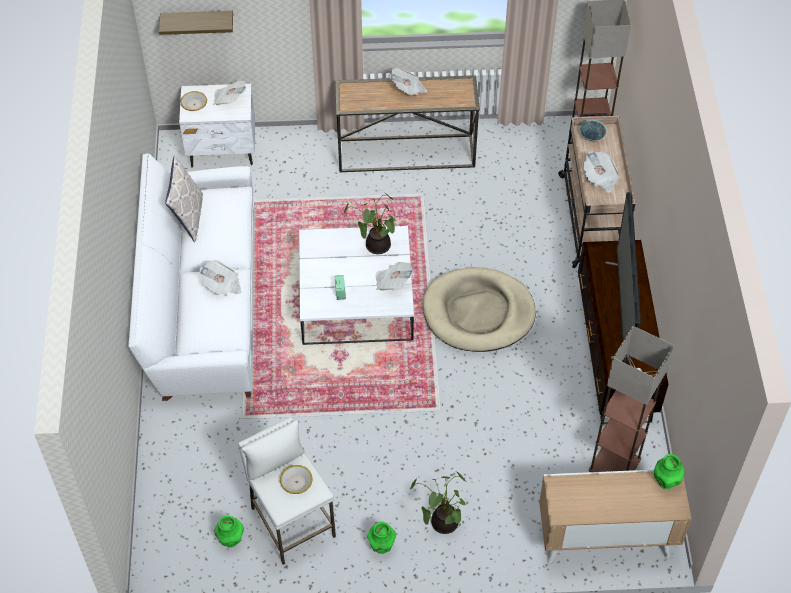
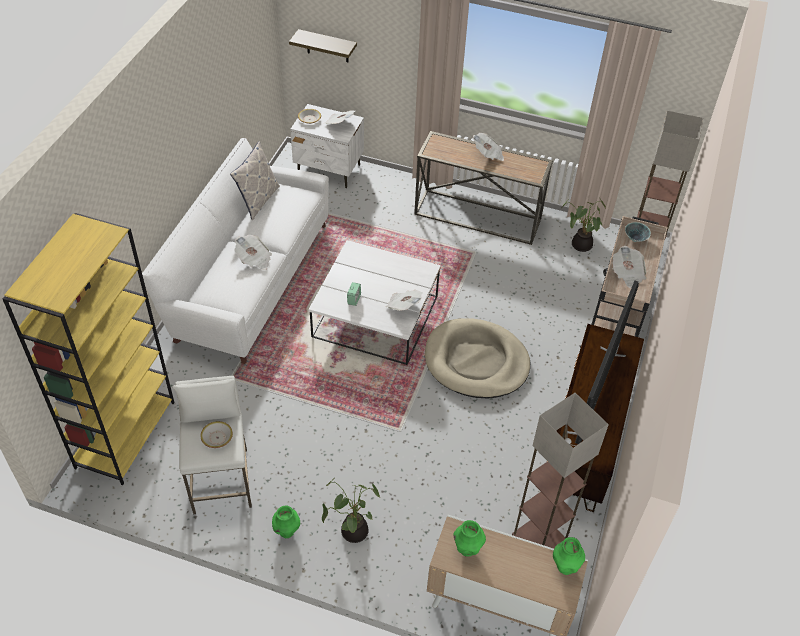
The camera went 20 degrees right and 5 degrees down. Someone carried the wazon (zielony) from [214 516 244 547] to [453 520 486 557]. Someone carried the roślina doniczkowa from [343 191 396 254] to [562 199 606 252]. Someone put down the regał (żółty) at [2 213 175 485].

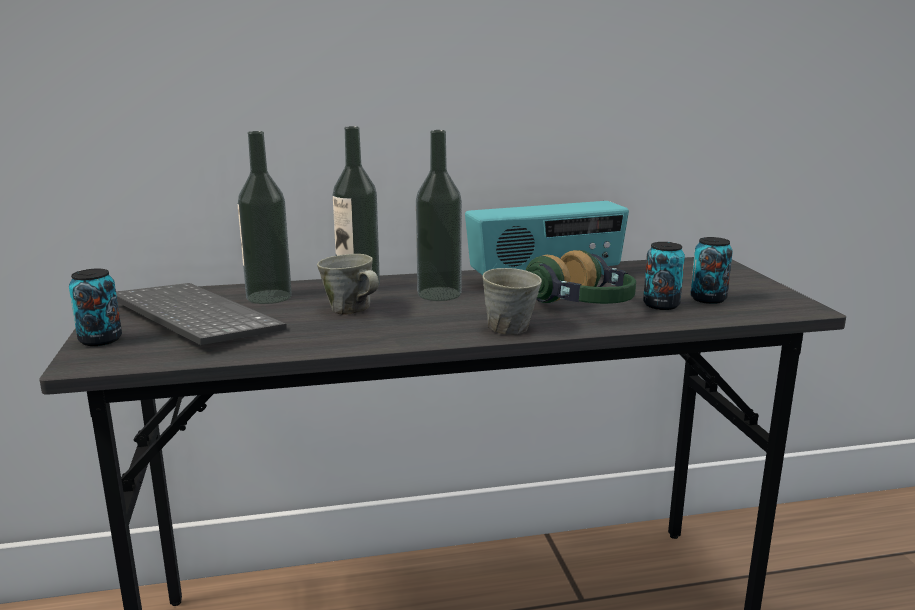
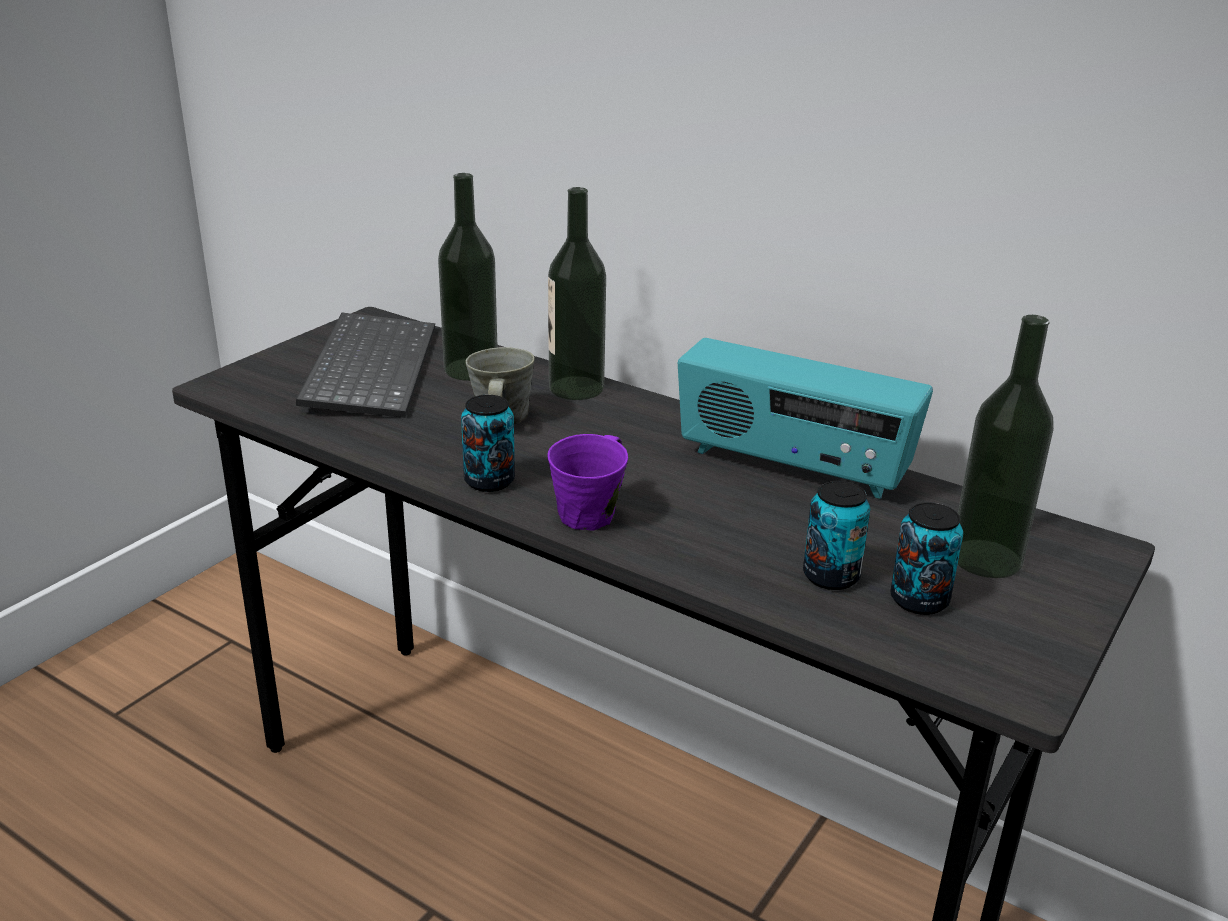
The camera went 45 degrees right and 10 degrees up. Someone carried the puszka from [69 269 122 346] to [461 395 515 492]. Someone carried the butelka from [416 130 462 301] to [958 315 1054 578]. Someone repainted the kubek (szary) at [482 268 542 335], which became the kubek (fioletowy) at [547 434 628 531]. Someone took away the słuchawki at [526 250 636 304].

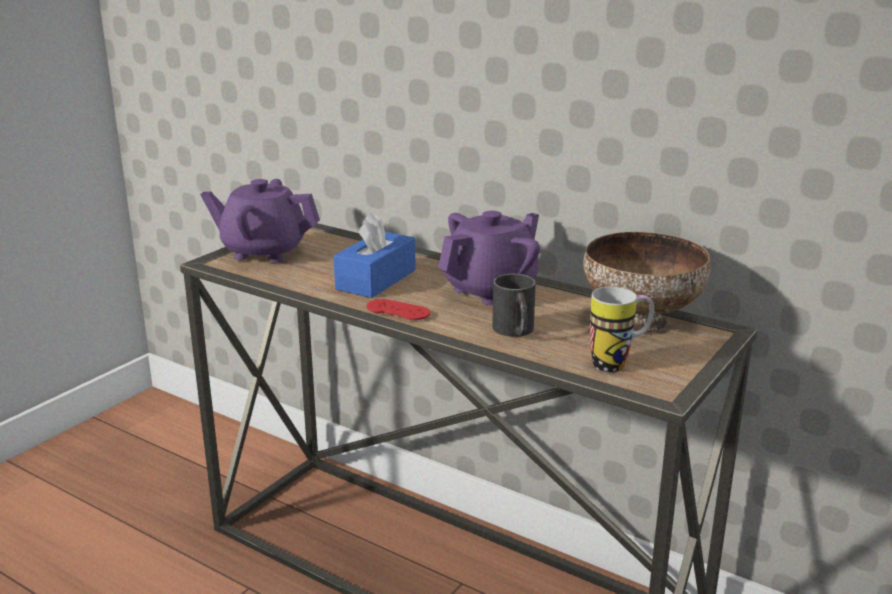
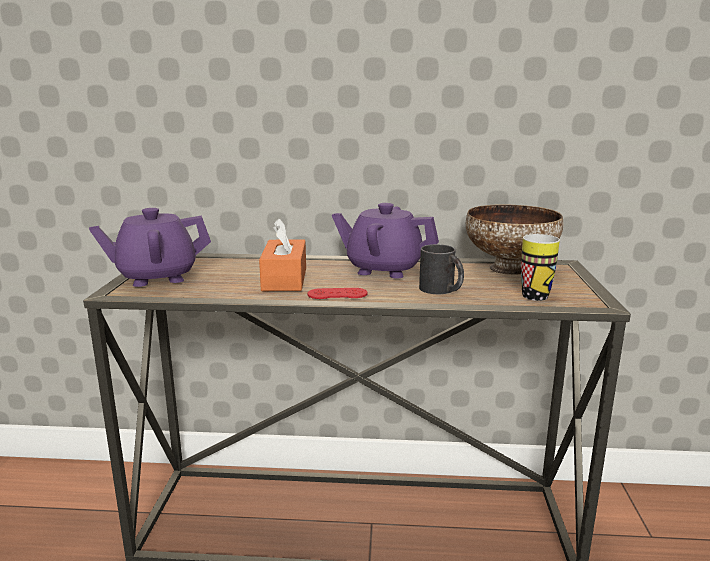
The camera went 30 degrees left and 5 degrees down. Someone repainted the pudełko chusteczek (niebieski) at [333 212 416 298], which became the pudełko chusteczek (pomarańczowy) at [259 218 306 291]. Someone rotated the imbryk (fioletowy) at [438 211 540 305] by 90 degrees counterclockwise.

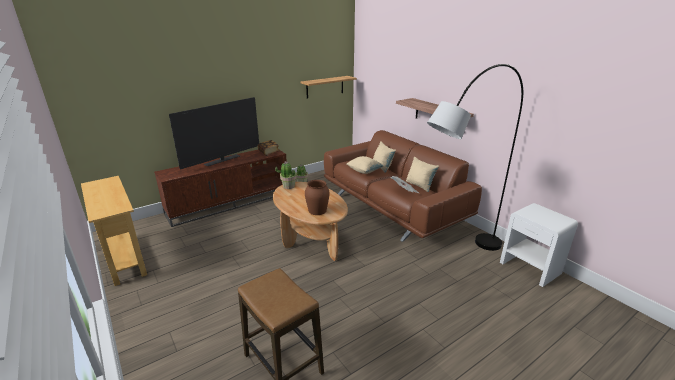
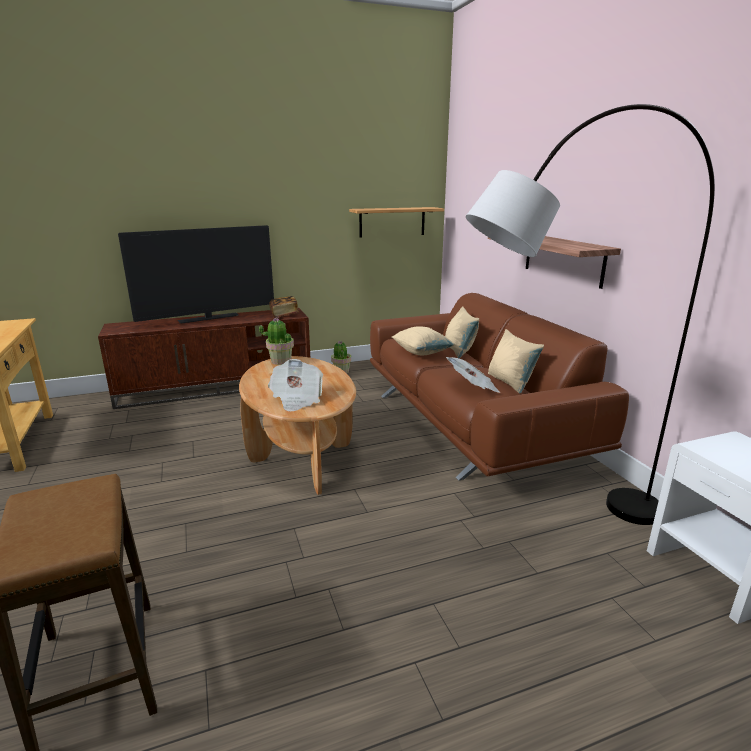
The camera went 15 degrees right and 5 degrees down. Someone swapped the wazon (brązowy) at [305 180 330 215] for the gazeta at [268 359 323 412].

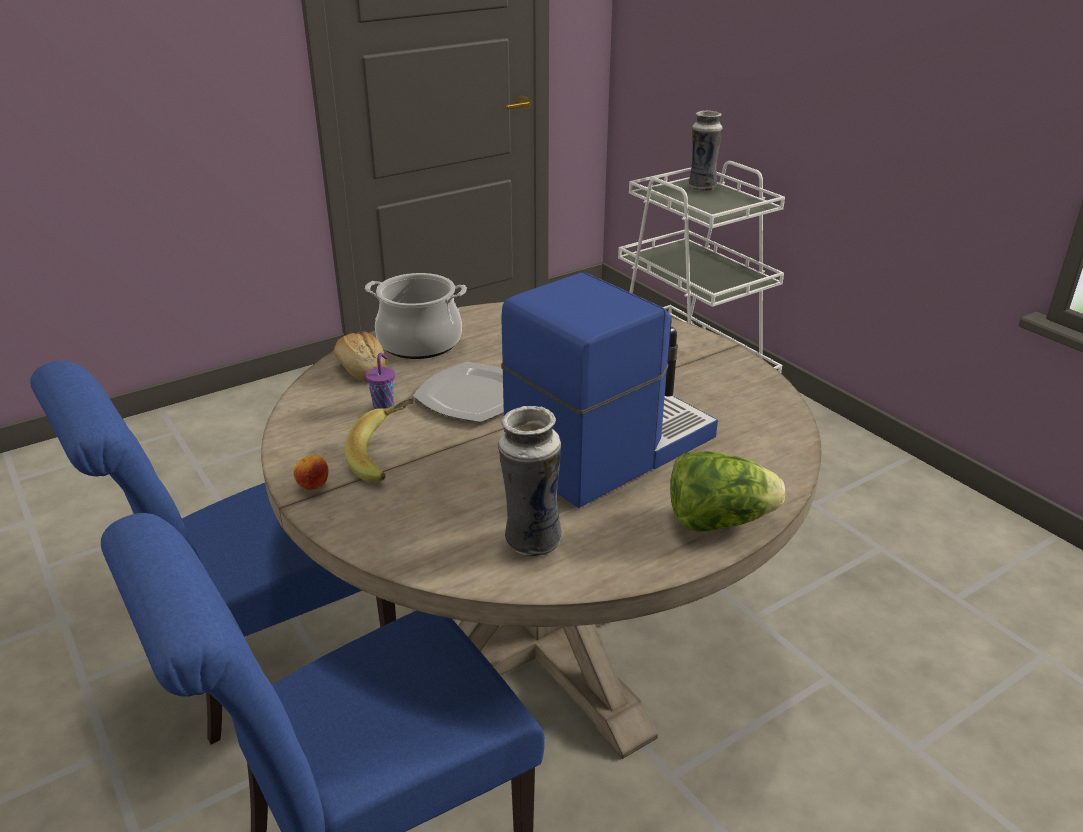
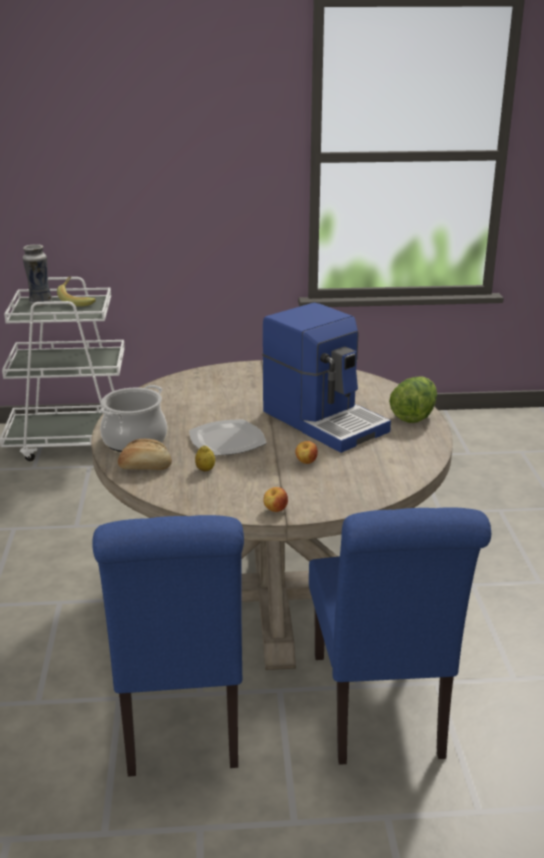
The camera went 60 degrees left and 5 degrees down. Someone carried the banan from [345 398 415 483] to [57 276 96 307]. Someone swapped the filiżanka (fioletowy) at [365 353 395 409] for the cytryna at [195 446 215 471]. Someone took away the wazon at [498 406 562 556]. Someone rotated the ekspres do kawy at [501 272 718 508] by 150 degrees clockwise. Someone put down the jabłko at [295 441 318 464].

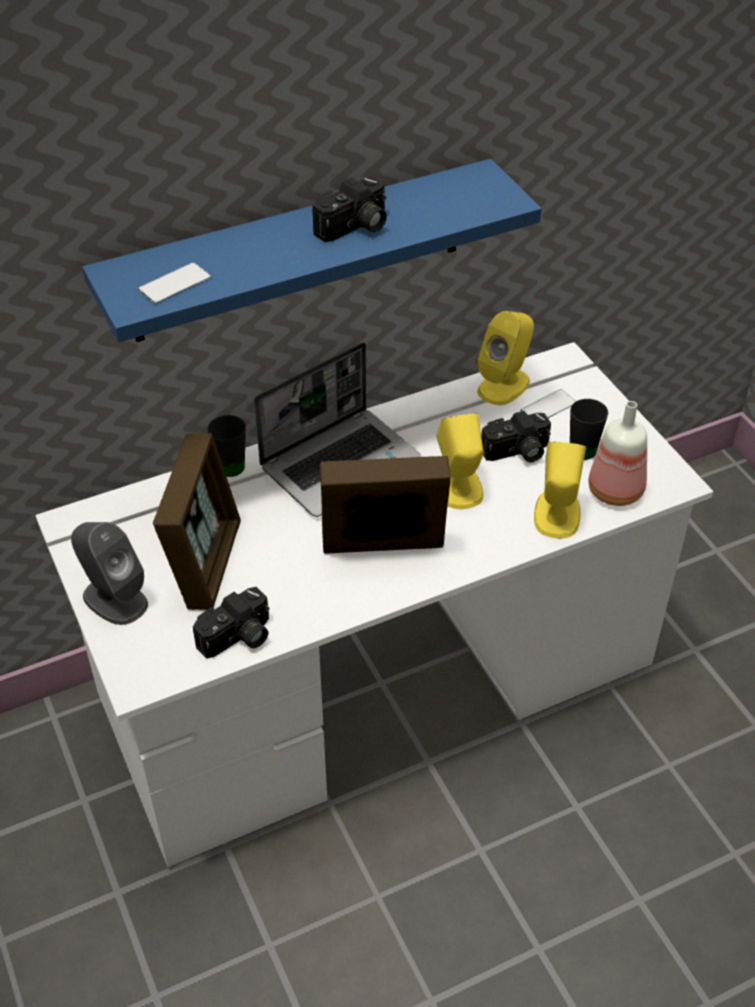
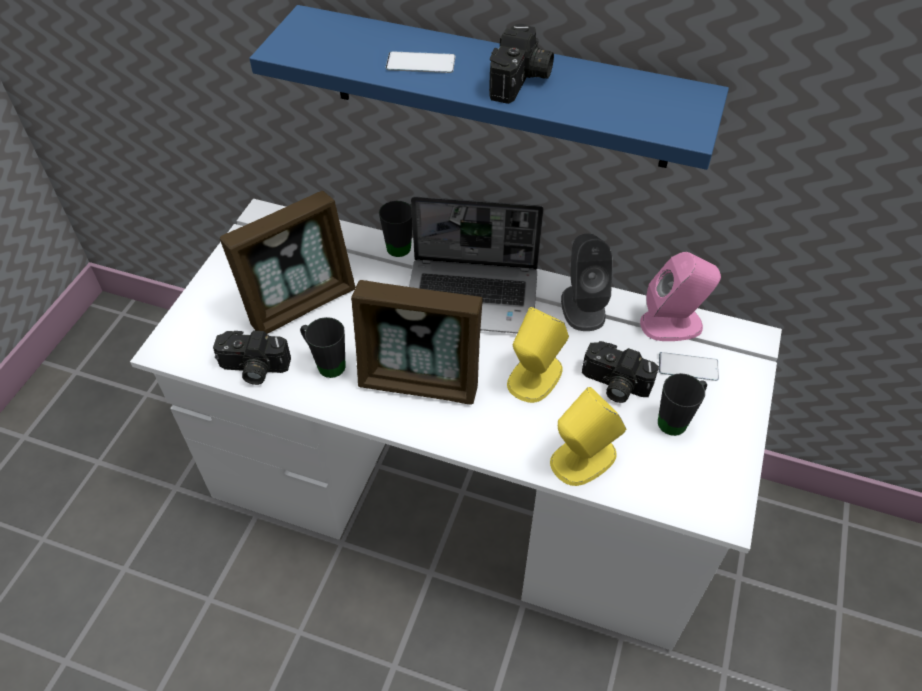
The camera went 45 degrees right and 5 degrees up. Someone carried the głośnik (szary) from [71 522 148 625] to [561 233 613 331]. Someone carried the telefon from [138 263 211 304] to [385 51 455 73]. Someone rotated the aparat fotograficzny at [312 177 387 242] by 75 degrees counterclockwise. Someone rotated the ramka na zdjęcie at [320 456 451 554] by 150 degrees clockwise. Someone repainted the głośnik (żółty) at [477 311 534 405], which became the głośnik (różowy) at [640 252 721 341]. Someone took away the butelka at [588 401 647 506]. Someone put down the kubek (czarny) at [300 317 346 378].

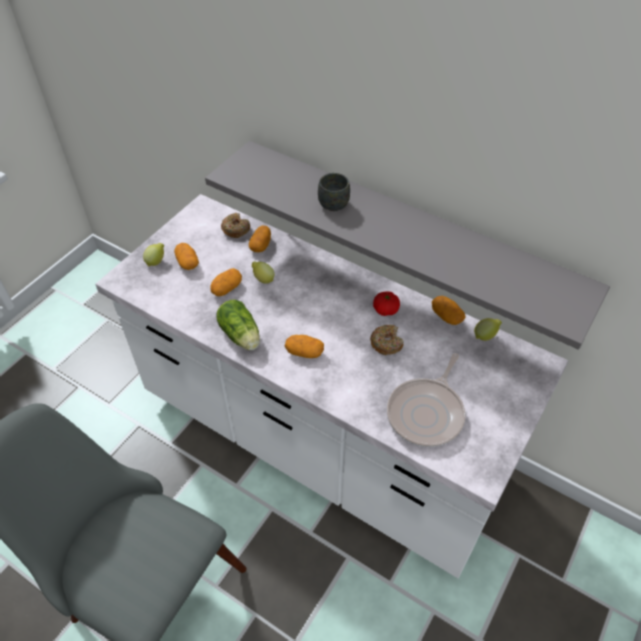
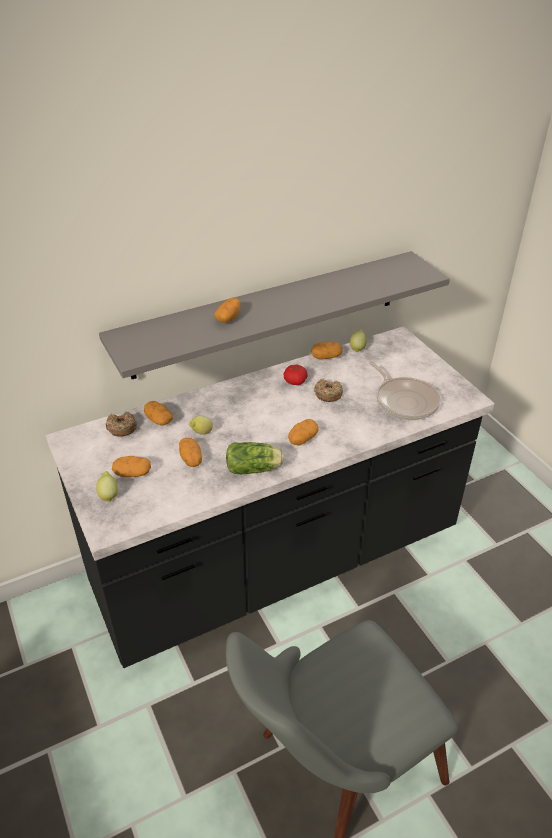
The camera went 60 degrees left and 10 degrees down. Someone repainted the zabudowa kuchenna (biały) at [95 194 568 578], which became the zabudowa kuchenna (czarny) at [46 326 495 668]. Someone swapped the kubek (szary) at [318 173 350 211] for the ziemniak at [214 297 241 322].

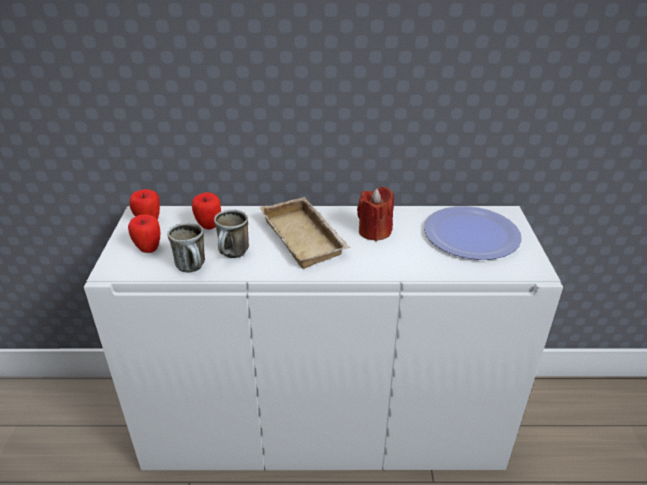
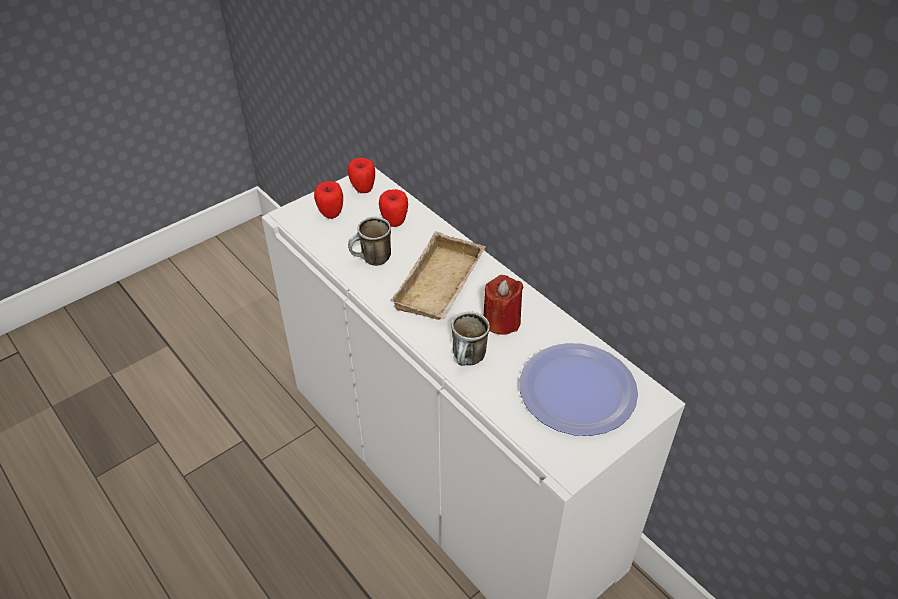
The camera went 50 degrees right and 10 degrees up. Someone carried the kubek from [167 222 205 273] to [452 312 490 366].

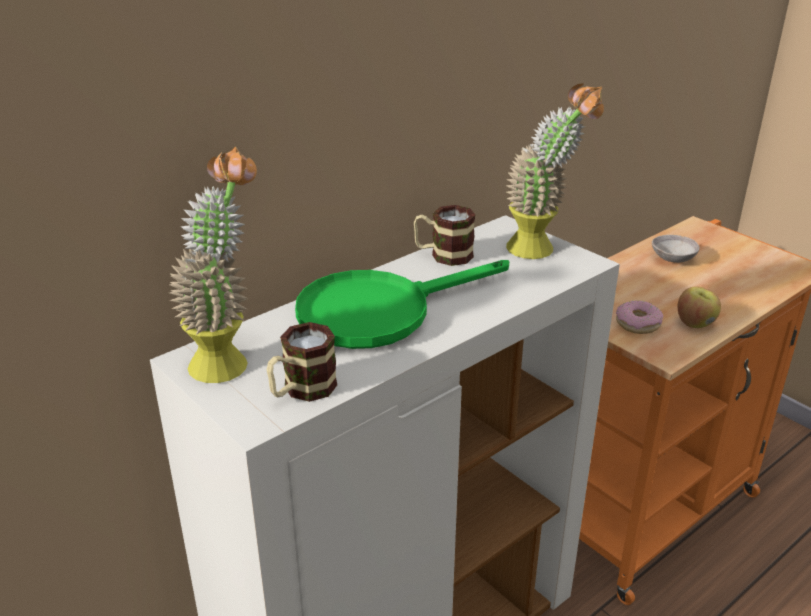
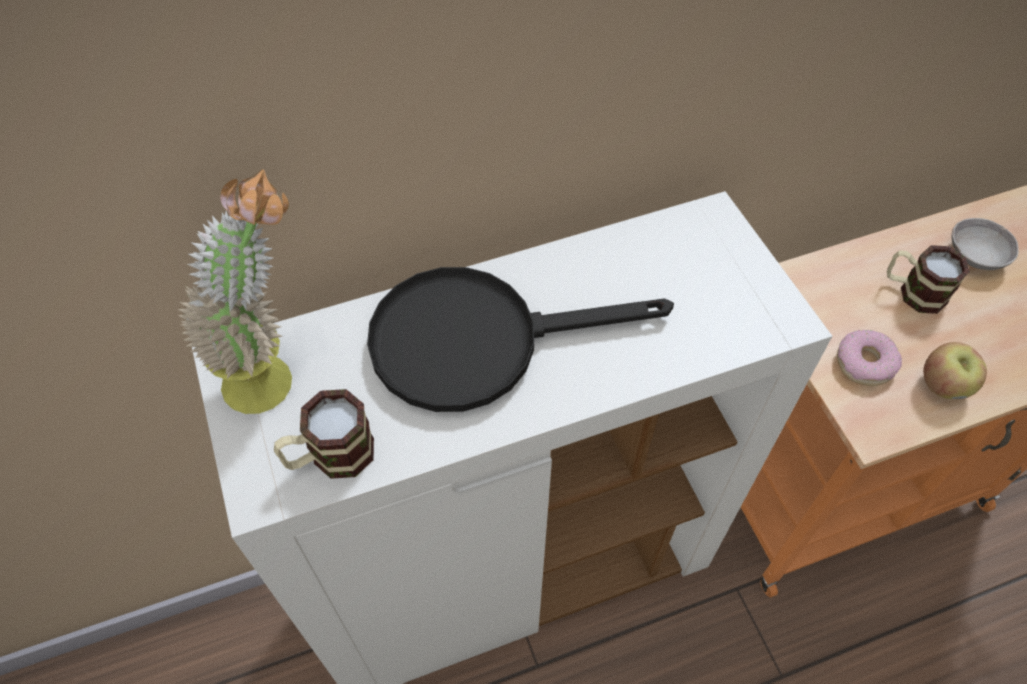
The camera went 20 degrees right and 25 degrees up. Someone repainted the patelnia (zielony) at [295 260 509 349], which became the patelnia (czarny) at [367 267 674 412]. Someone carried the kubek from [414 205 476 266] to [887 245 970 314]. Someone took away the roślina doniczkowa at [506 83 604 259].

